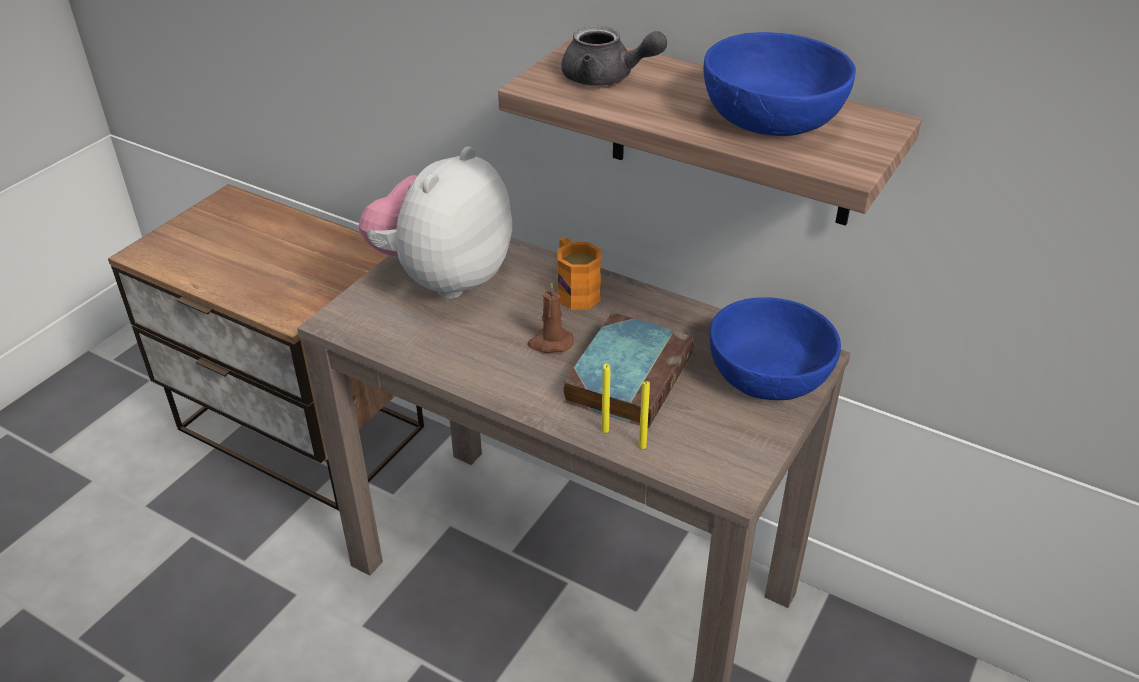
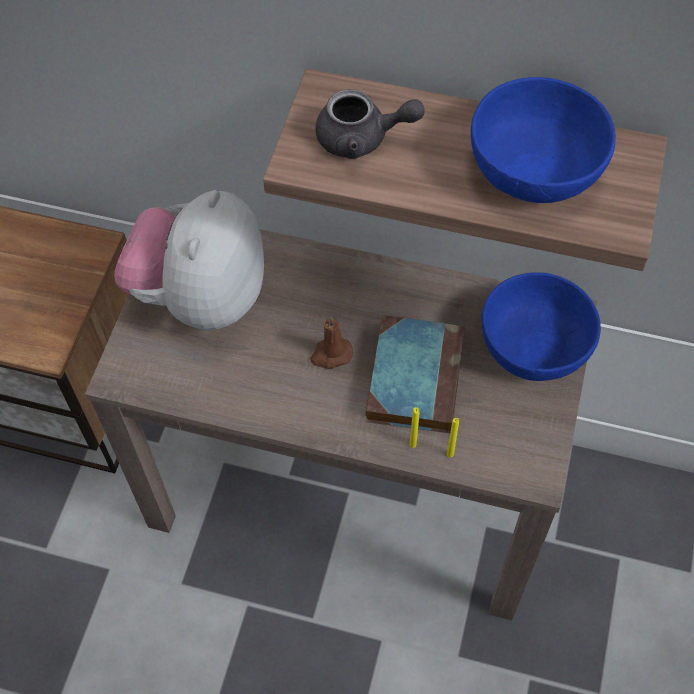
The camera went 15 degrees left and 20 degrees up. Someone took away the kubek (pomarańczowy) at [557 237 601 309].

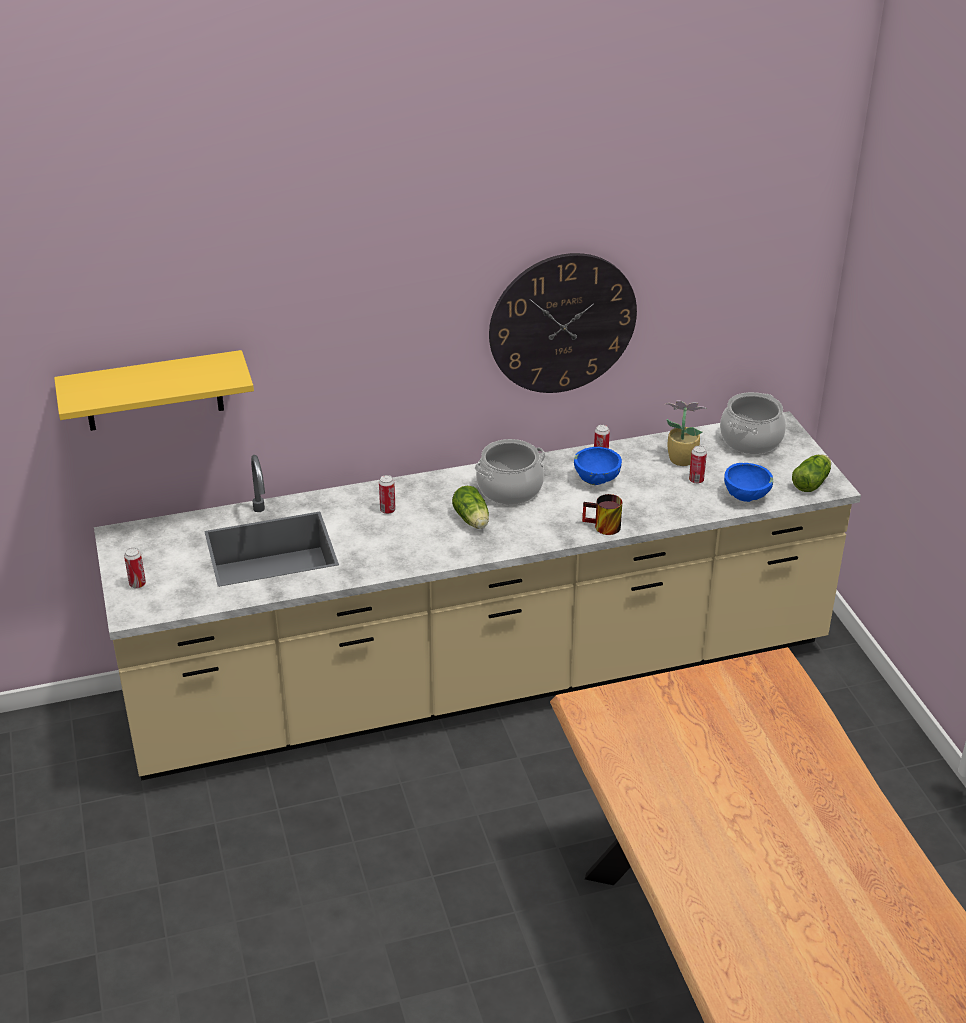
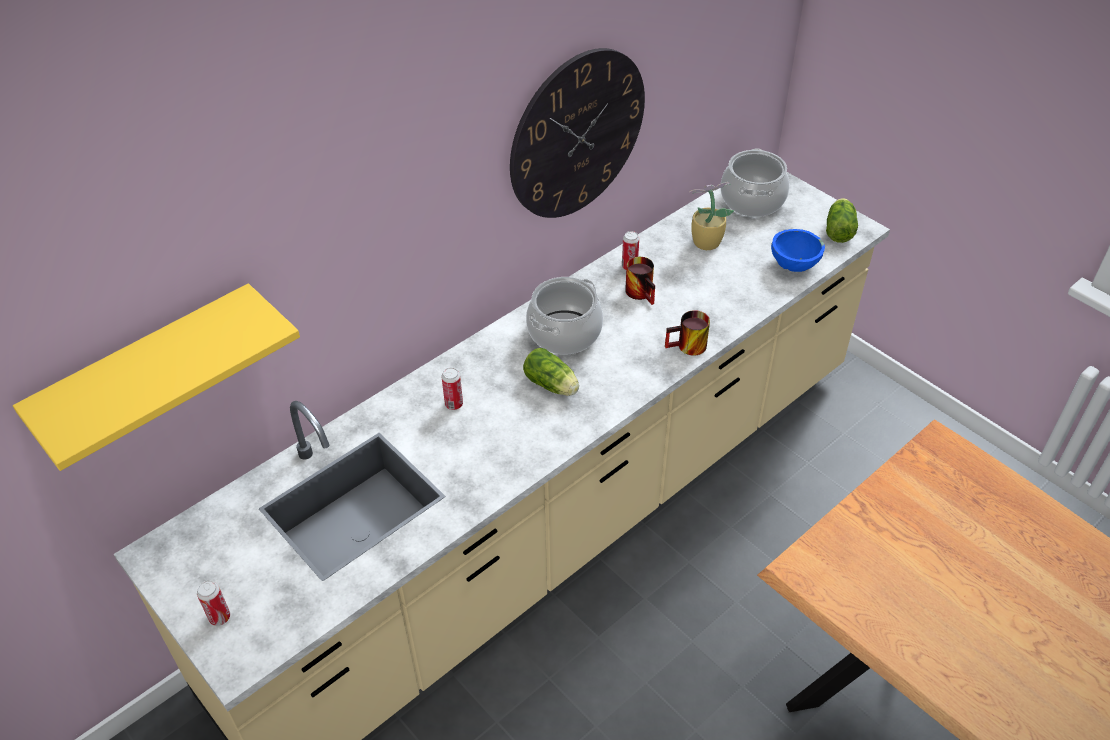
The camera went 25 degrees left and 10 degrees up. Someone swapped the miska (niebieski) at [574 447 622 485] for the kubek at [625 257 655 305]. Someone took away the puszka at [689 446 707 484].

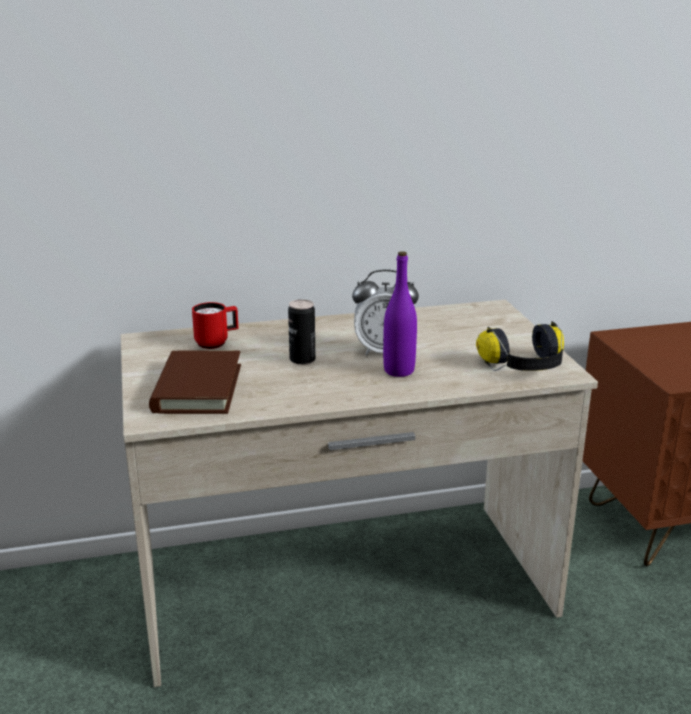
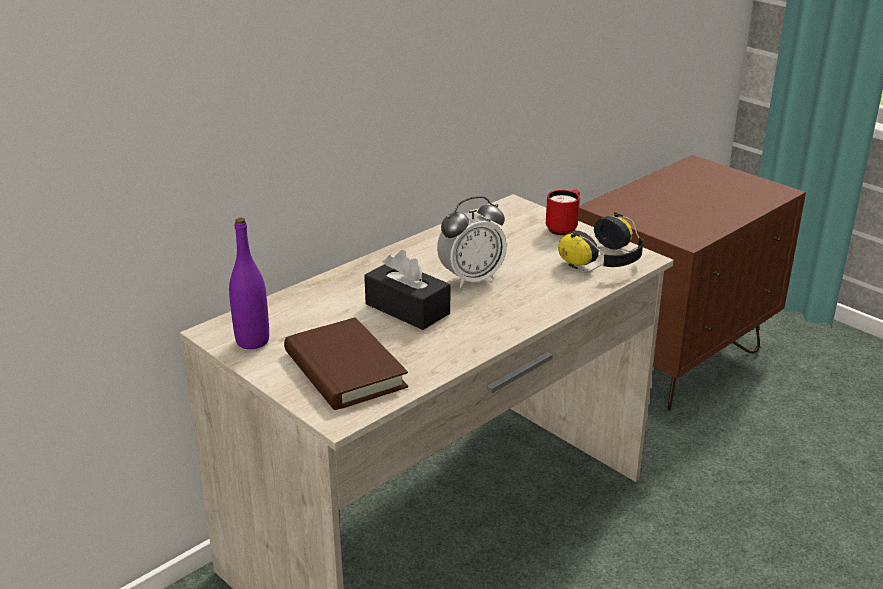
The camera went 30 degrees left and 5 degrees up. Someone carried the kubek (czerwony) from [192 302 238 349] to [546 189 580 235]. Someone swapped the puszka at [288 299 316 365] for the pudełko chusteczek (czarny) at [364 250 450 330]. Someone carried the butelka (fioletowy) from [383 252 417 377] to [229 218 269 349].

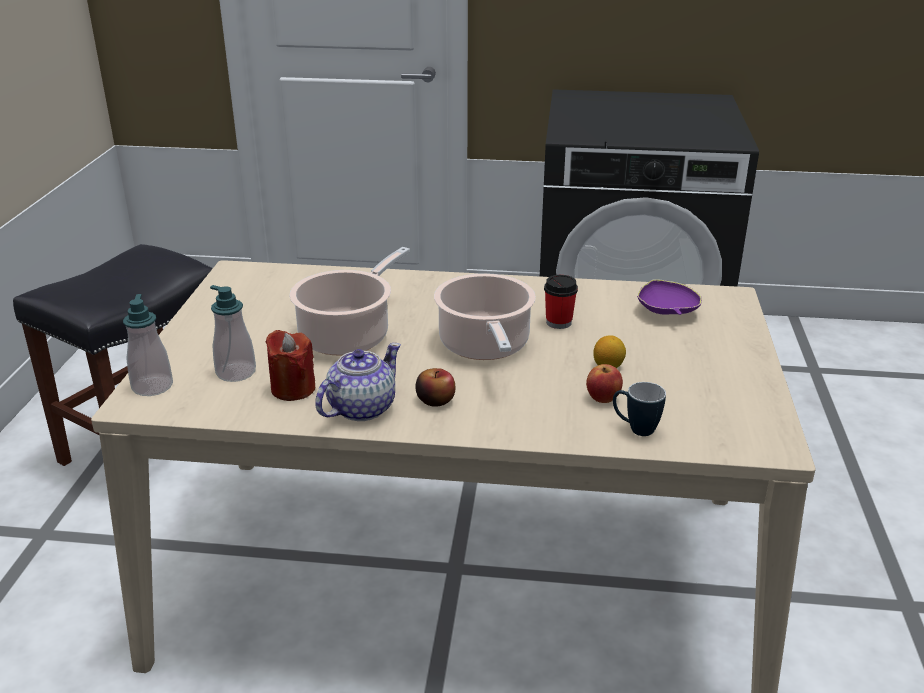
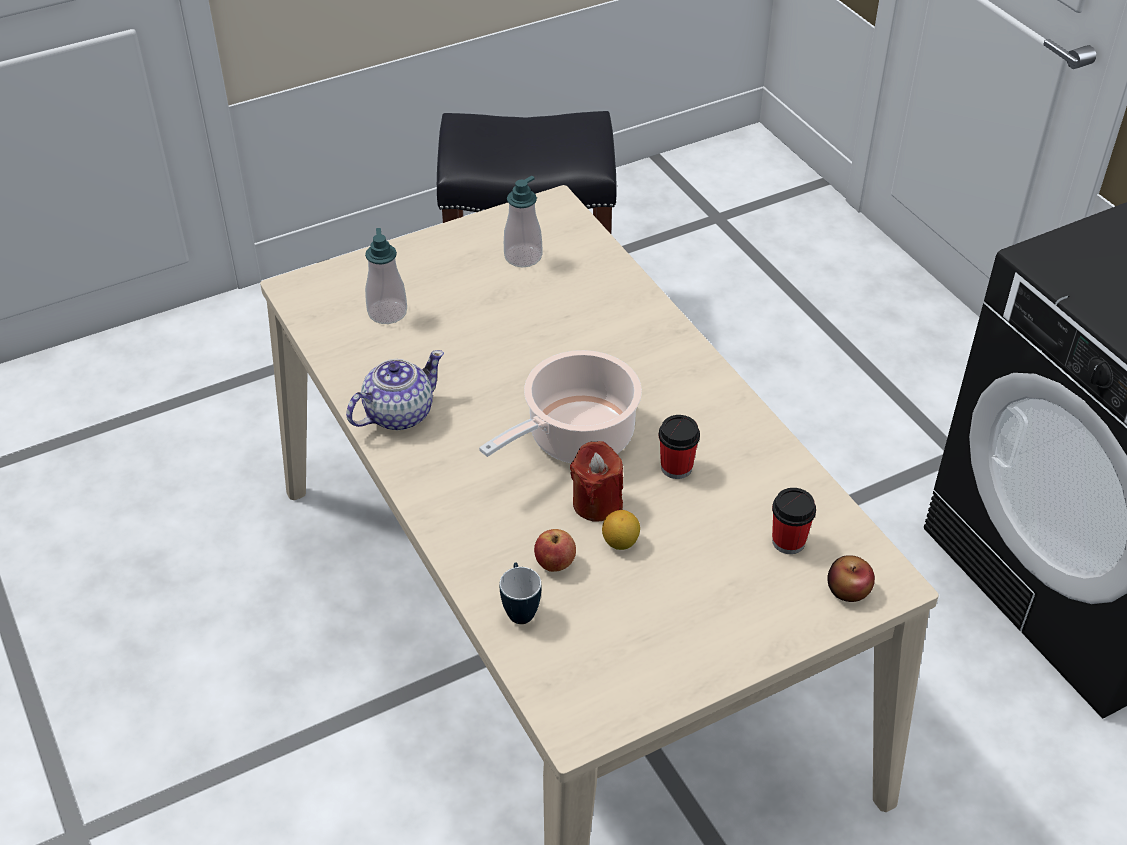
The camera went 55 degrees right and 15 degrees up. Someone carried the dozownik mydła from [123 294 173 396] to [504 176 542 267]. Someone carried the świeca (czerwony) from [266 330 315 401] to [570 441 623 522]. Someone took away the garnek at [290 247 410 356]. Someone rotated the imbryk at [315 343 401 421] by 45 degrees counterclockwise. Someone carried the jabłko from [415 368 455 407] to [827 555 875 602]. Someone swapped the miska (fioletowy) at [637 279 702 315] for the filiżanka at [772 488 816 554].

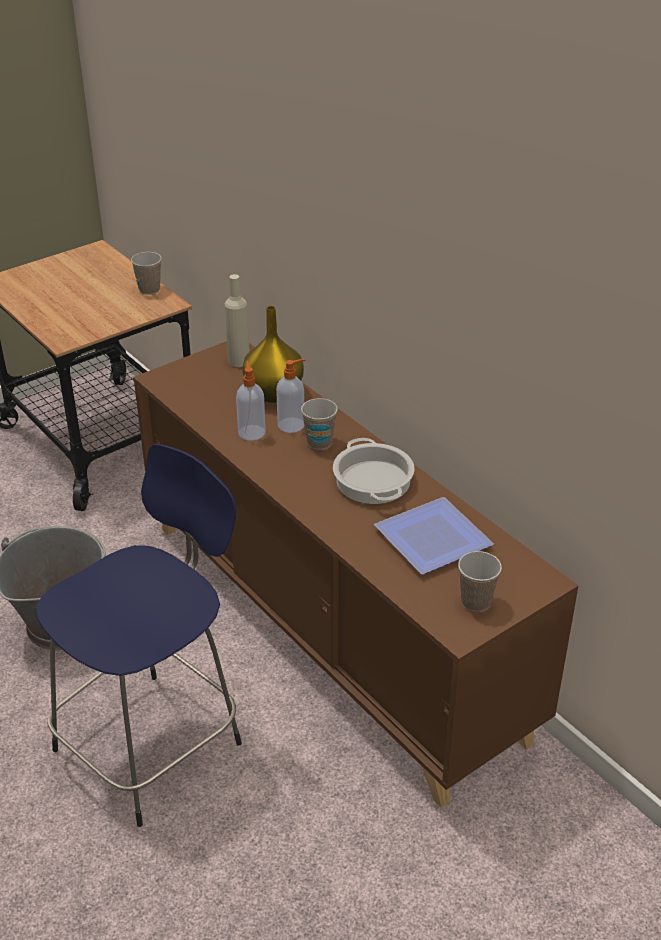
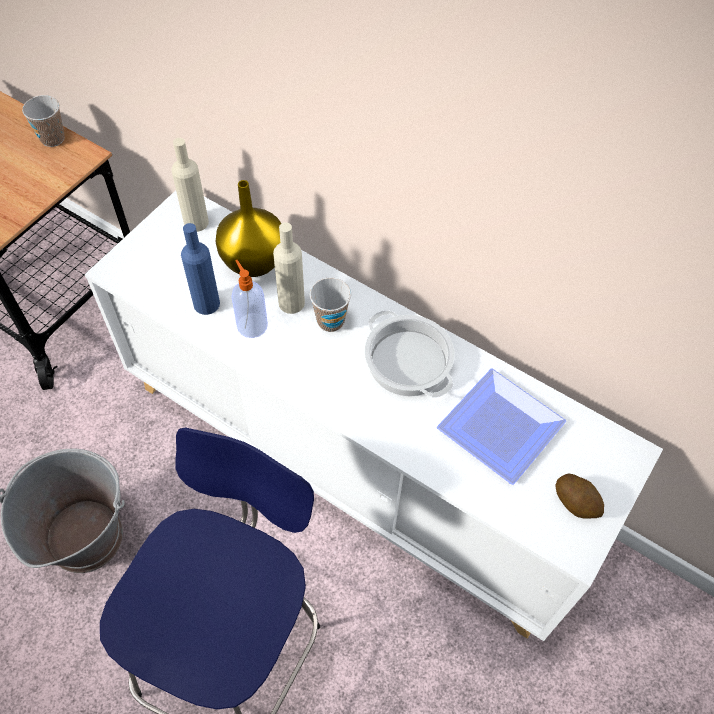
The camera went 20 degrees left and 20 degrees up. Someone repainted the szafka (brązowy) at [133 341 578 808], which became the szafka (biały) at [85 191 663 641]. Someone swapped the dozownik mydła at [276 359 306 433] for the butelka (beżowy) at [273 222 305 314]. Someone swapped the filiżanka at [458 551 502 612] for the ziemniak at [555 473 604 519]. Someone put down the butelka (niebieski) at [181 223 220 315].

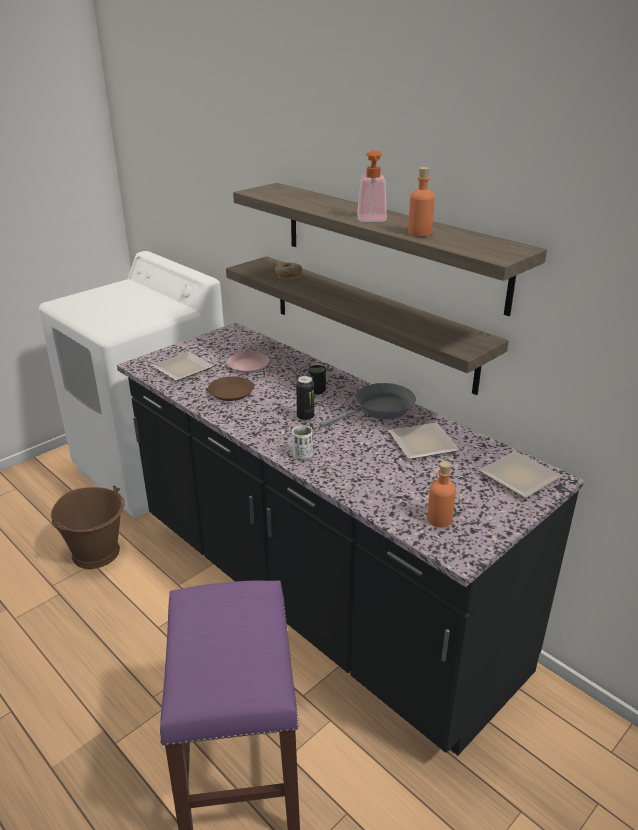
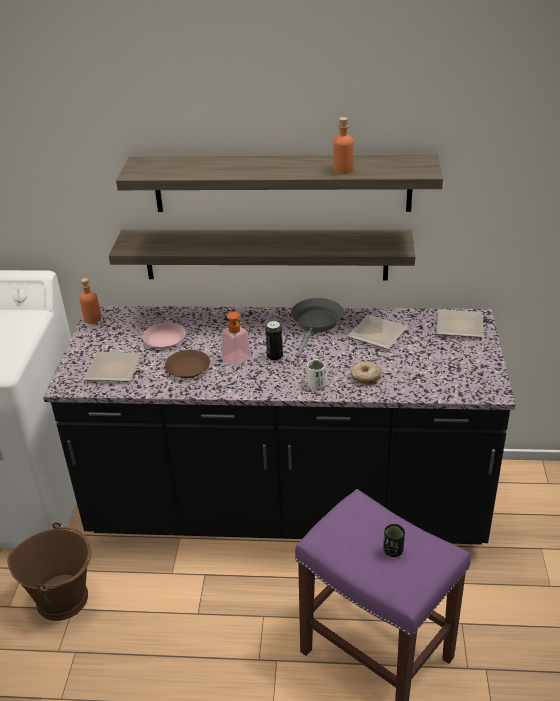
The camera went 40 degrees left and 5 degrees up. Someone carried the donut from [275 263 302 280] to [351 362 382 385]. Someone carried the filiżanka (czarny) from [308 365 326 394] to [383 524 405 557]. Someone carried the dozownik mydła from [357 150 387 222] to [222 312 252 367]. Someone carried the butelka (pomarańczowy) from [427 461 456 528] to [79 278 101 324].

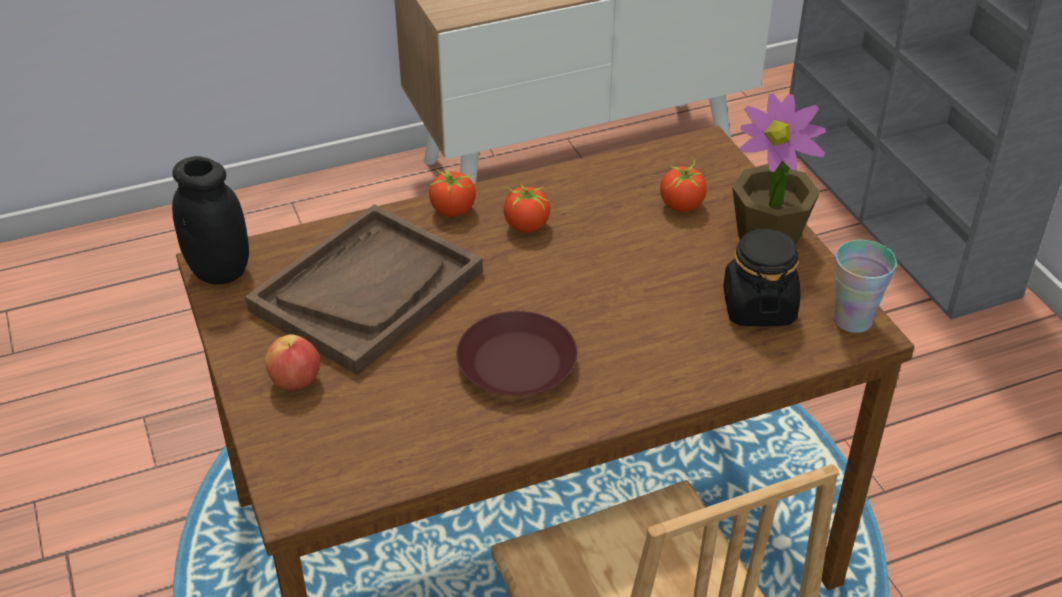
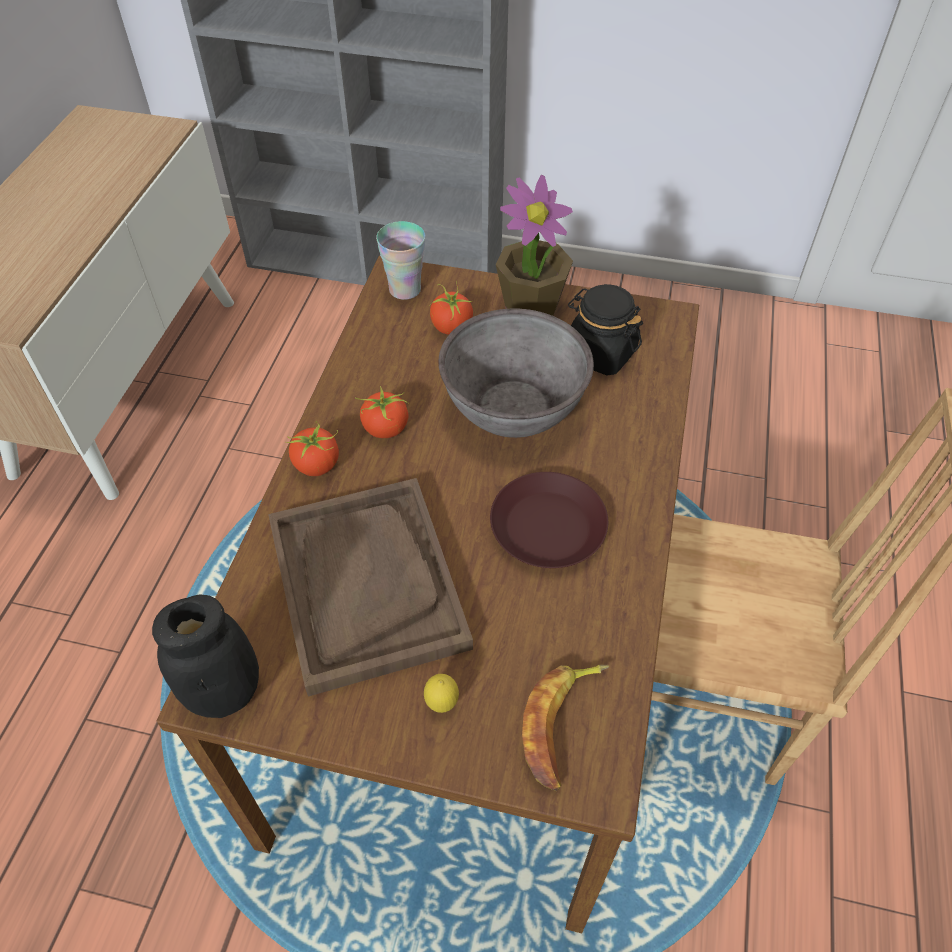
The camera went 55 degrees left and 10 degrees up. Someone swapped the jabłko at [265 334 320 391] for the cytryna at [424 674 459 713]. Someone carried the filiżanka from [833 240 897 333] to [376 221 425 300]. Someone put down the miska (szary) at [438 308 594 438]. Someone put down the banan at [522 665 610 791].

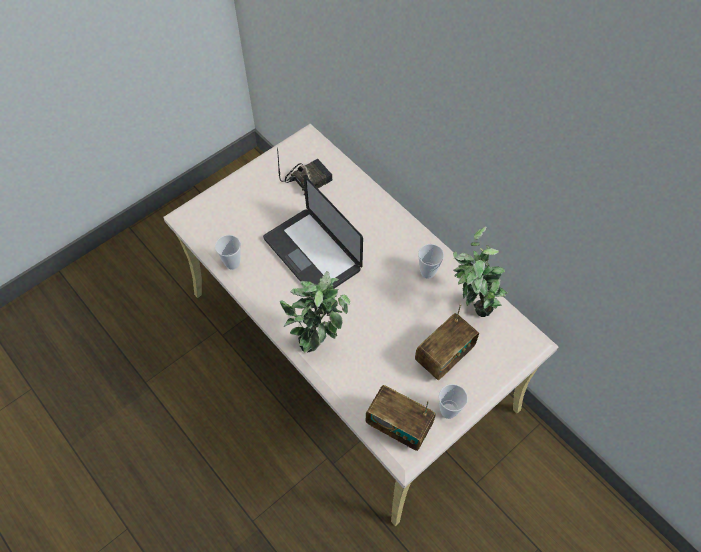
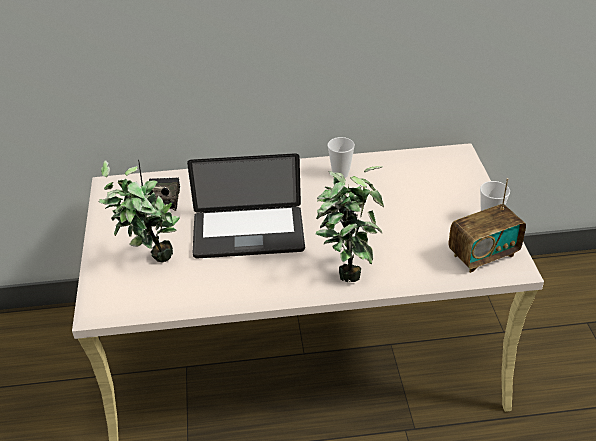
The camera went 55 degrees left and 20 degrees down. Someone took away the filiżanka at [215 235 241 270]. Someone took away the radio at [415 304 479 380]. Someone carried the roślina doniczkowa from [453 226 508 317] to [99 160 180 263].

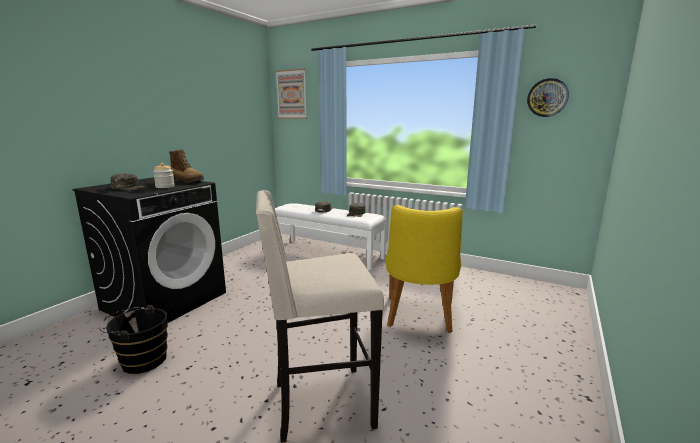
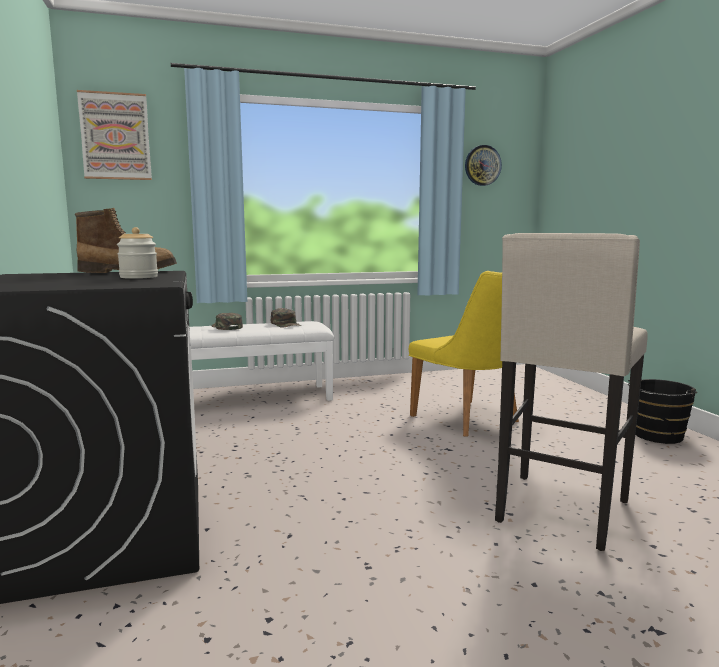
The camera went 45 degrees left and 5 degrees down. Someone carried the wiadro (czarny) from [99 305 168 374] to [628 379 697 444]. Someone took away the czapka z daszkiem (zielony) at [111 173 145 191].

